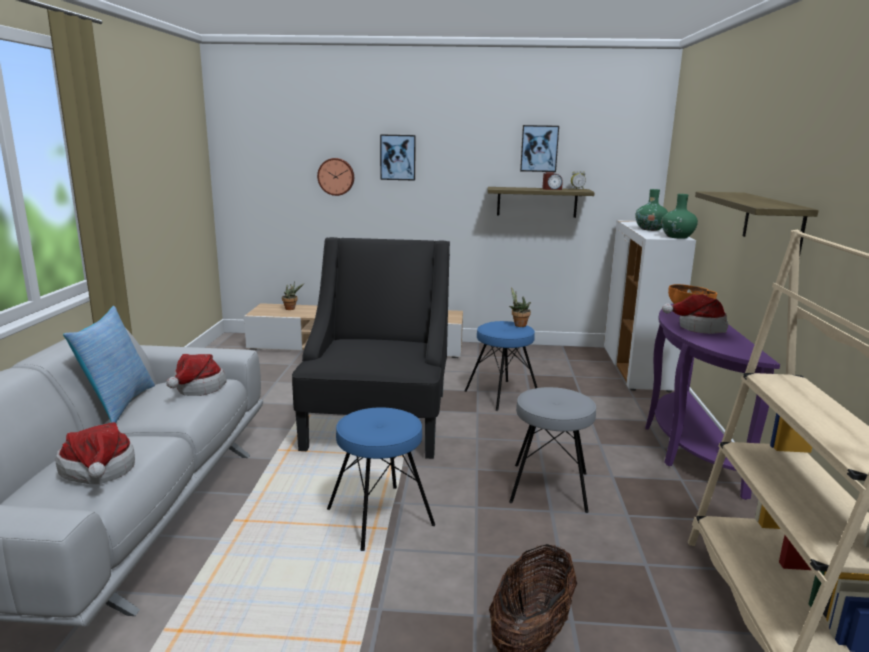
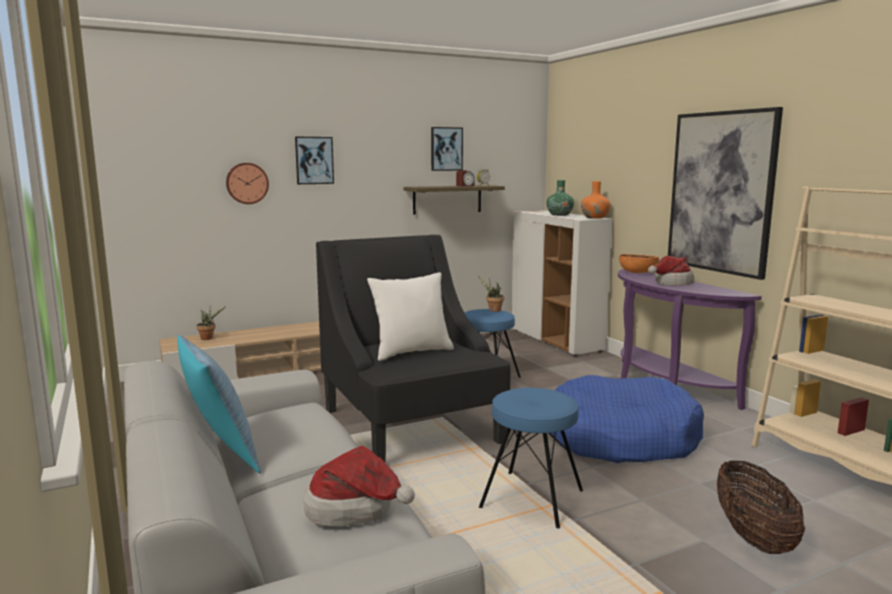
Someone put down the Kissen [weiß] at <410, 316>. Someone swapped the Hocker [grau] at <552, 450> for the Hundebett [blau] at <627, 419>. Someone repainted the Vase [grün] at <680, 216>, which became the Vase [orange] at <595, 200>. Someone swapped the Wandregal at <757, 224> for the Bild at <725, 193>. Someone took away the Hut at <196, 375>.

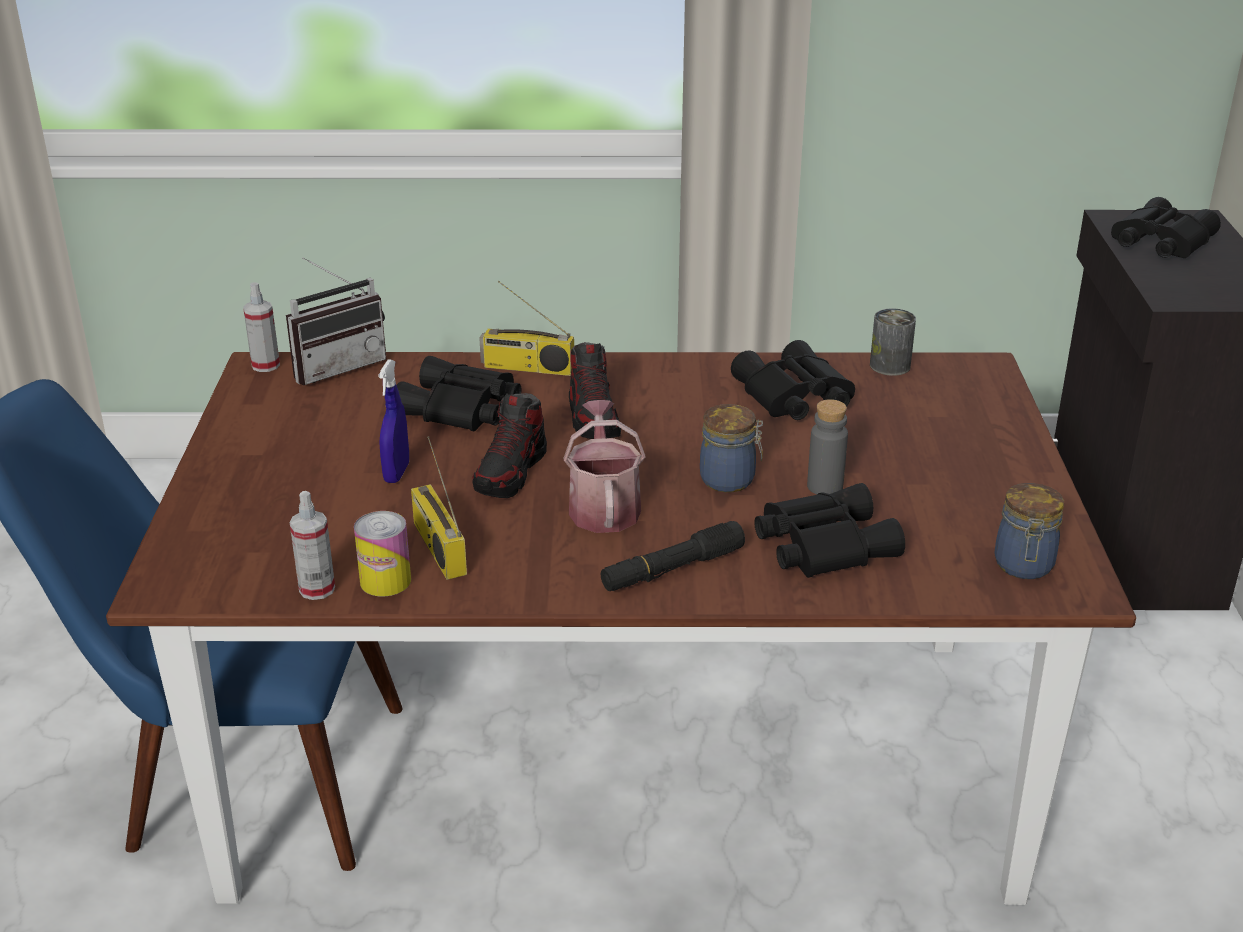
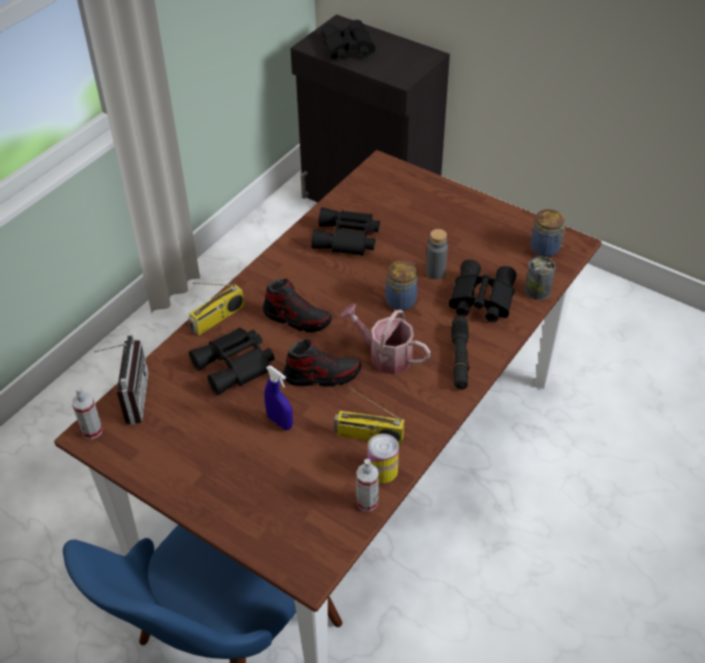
Someone rotated the Schuh at <509, 445> by 60 degrees counterclockwise. Someone carried the Dose from <893, 342> to <540, 278>.

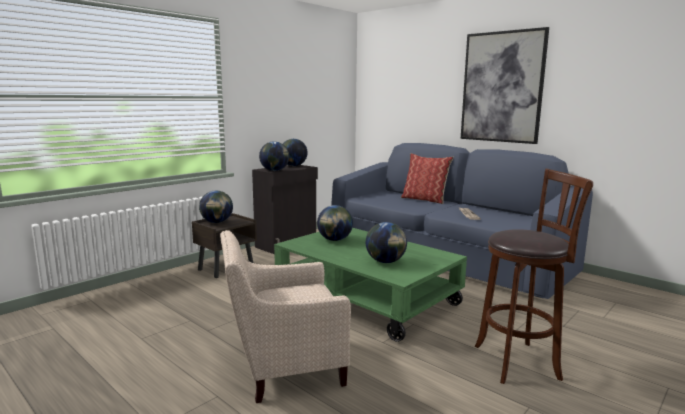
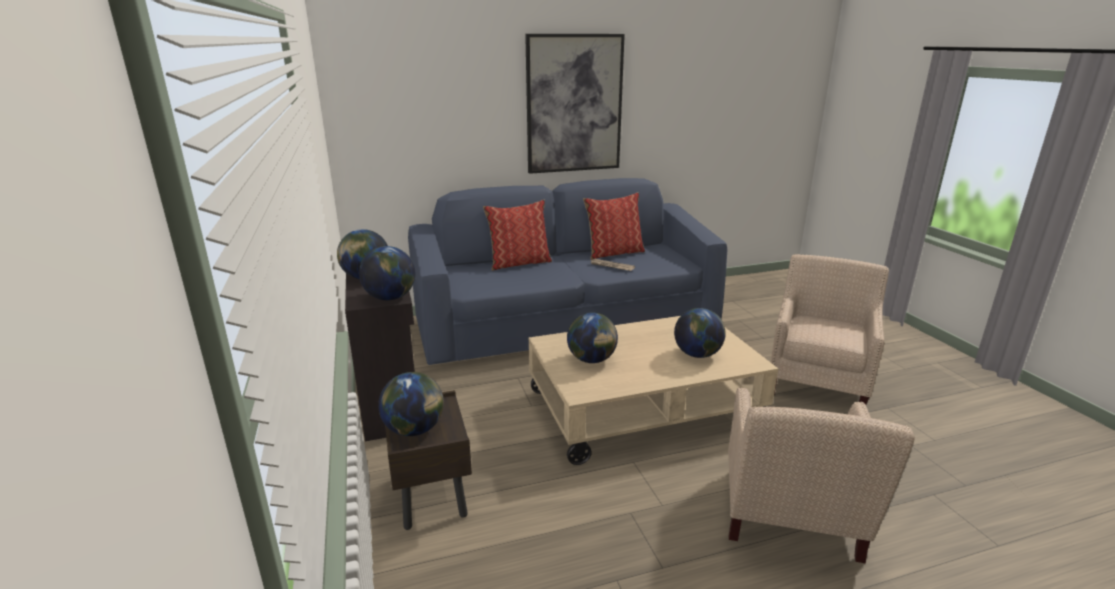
Someone repainted the Couchtisch [grün] at <370, 285>, which became the Couchtisch [beige] at <653, 390>. Someone put down the Kissen at <614, 226>. Someone swapped the Hocker [braun] at <534, 276> for the Sessel [beige] at <830, 329>.

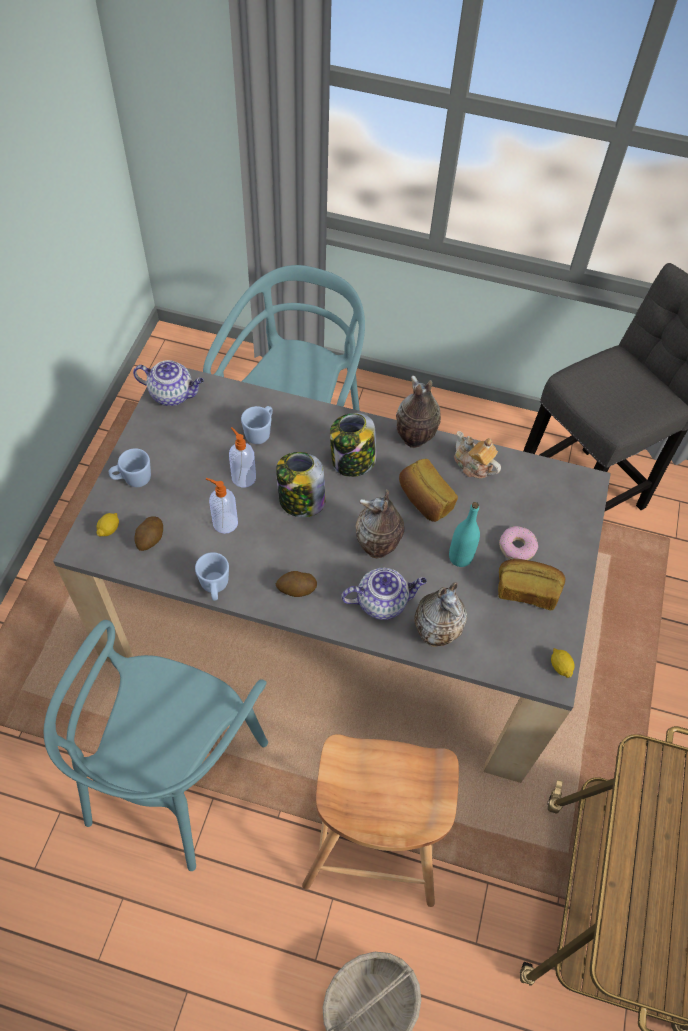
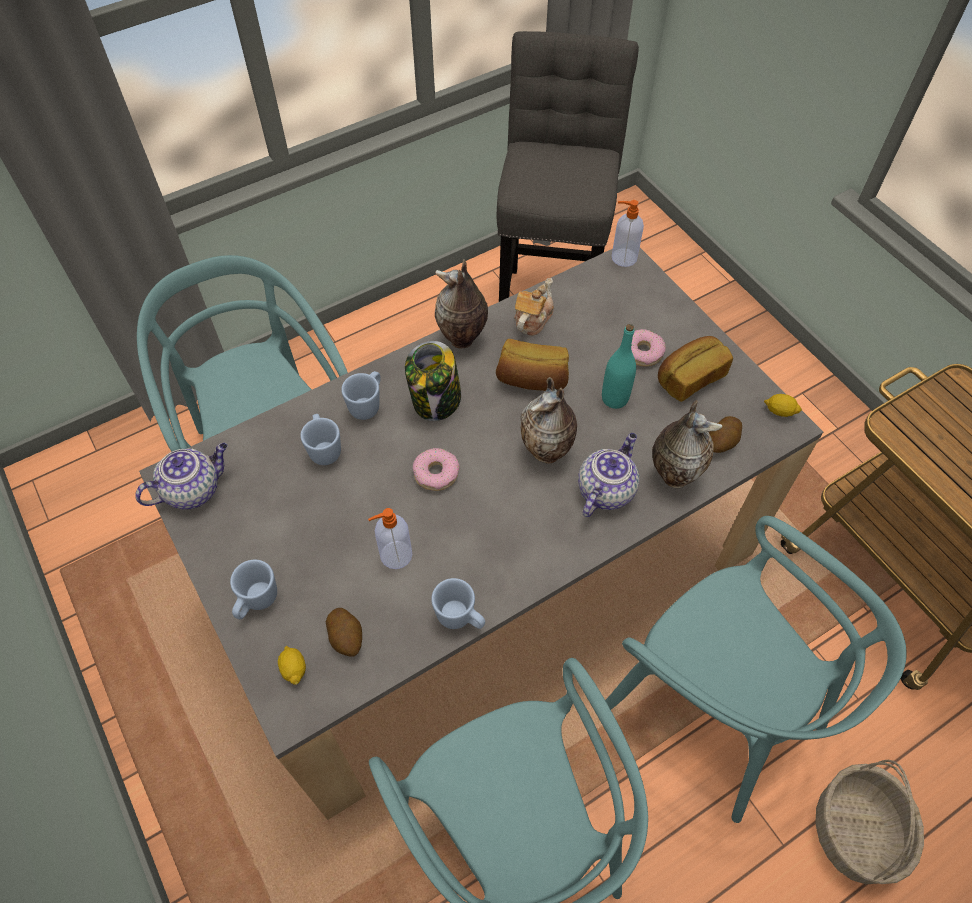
Someone put down the Henkelbecher [blau] at <361, 395>. Someone swapped the Vorratsglas at <300, 484> for the Donut at <436, 469>. Someone rotated the Teekanne at <477, 455> by 120 degrees clockwise. Someone swapped the Hocker [braun] at <380, 820> for the Stuhl [türkis] at <756, 669>. Someone carried the Seifenspender from <242, 457> to <628, 233>. Someone carried the Kartoffel from <296, 584> to <725, 434>.

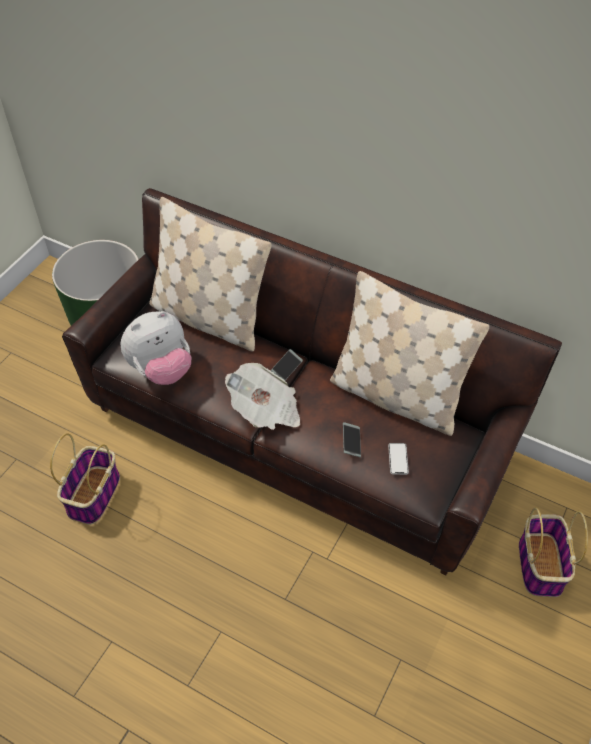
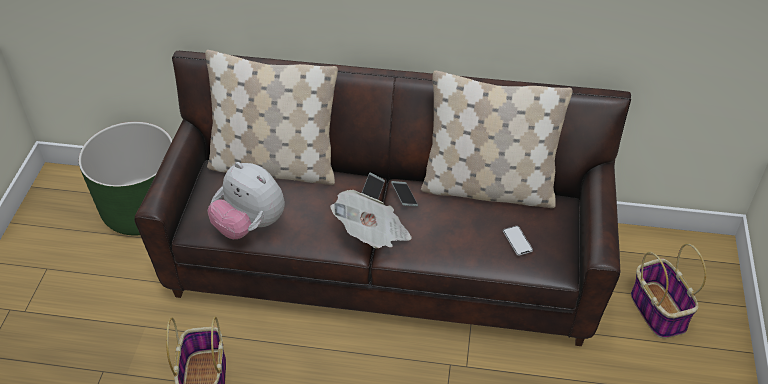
Someone rotated the Plüschtier at <155, 348> by 90 degrees clockwise. Someone carried the Handy from <352, 439> to <404, 194>.

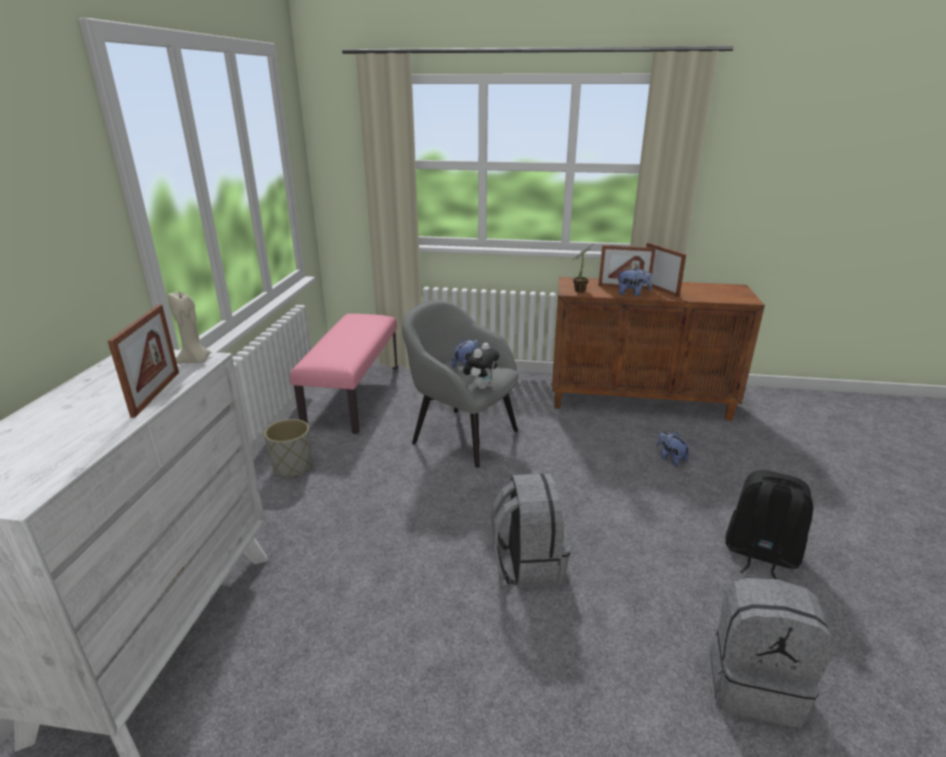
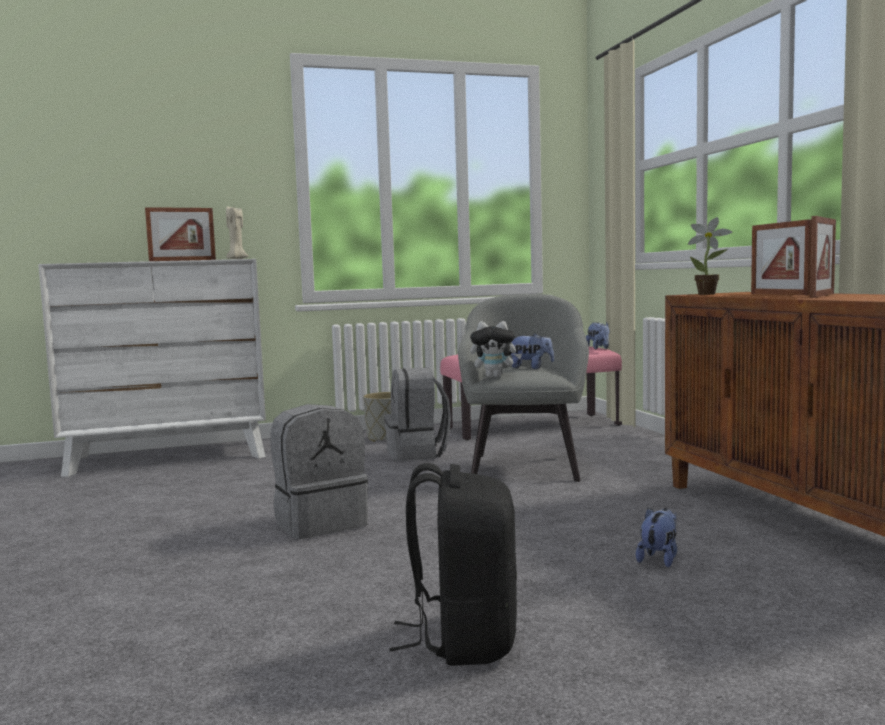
Someone carried the Rucksack [grau] from <771, 653> to <417, 414>. Someone carried the Plüschtier from <634, 281> to <597, 335>.

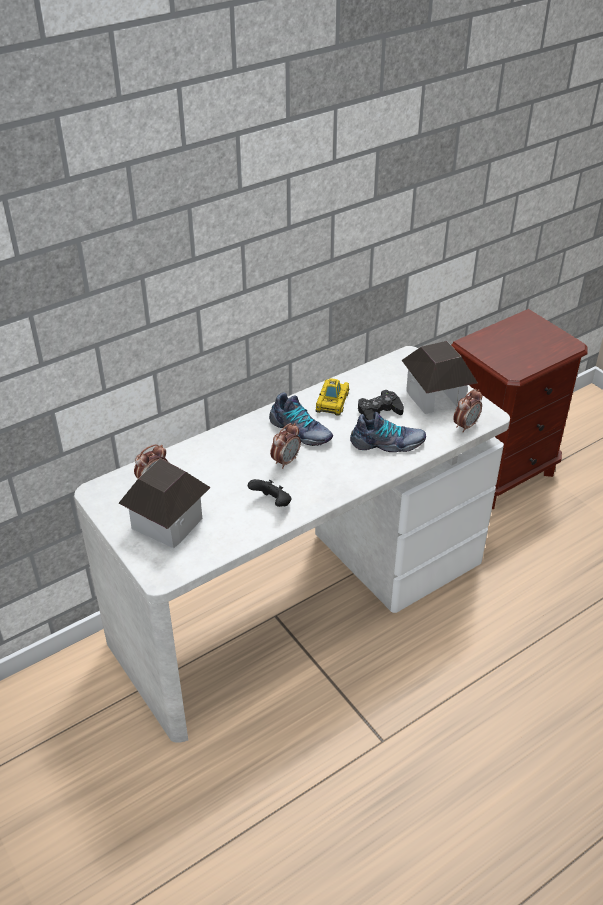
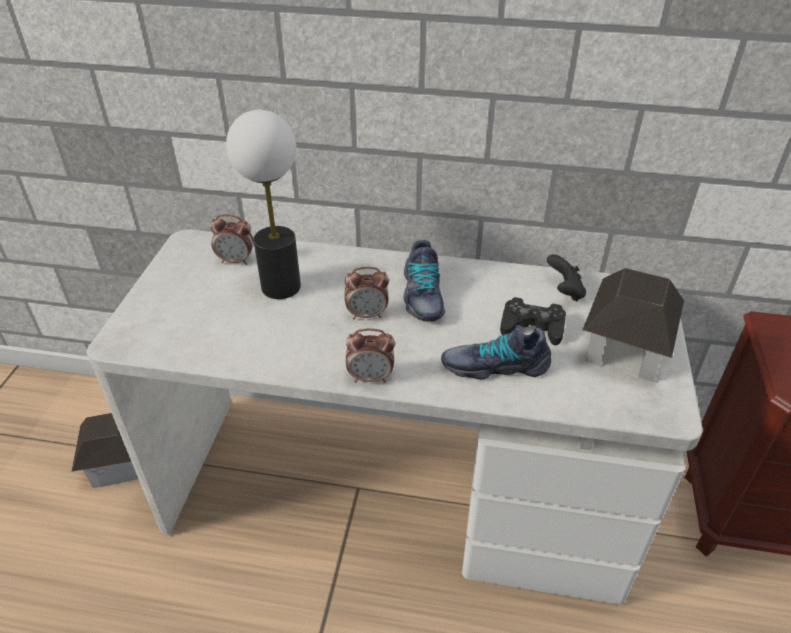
Someone carried the Spielzeughaus from <164, 503> to <104, 450>. Someone put down the Tischlampe at <263, 204>. Someone carried the Wecker from <467, 411> to <370, 356>. Someone rotated the Schuh at <388, 432> by 135 degrees clockwise. Someone carried the Gamepad [schwarz] from <269, 493> to <566, 278>. Someone took away the Spielzeugauto at <332, 397>.

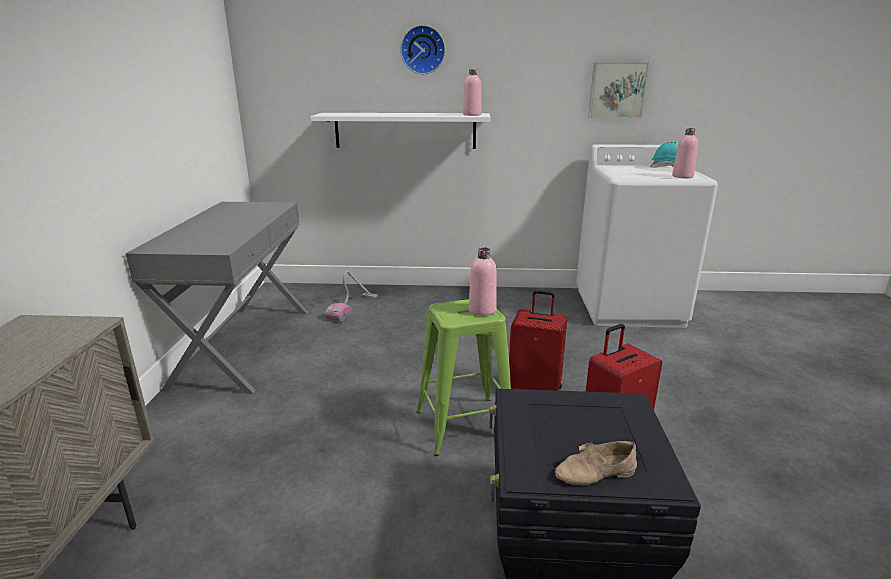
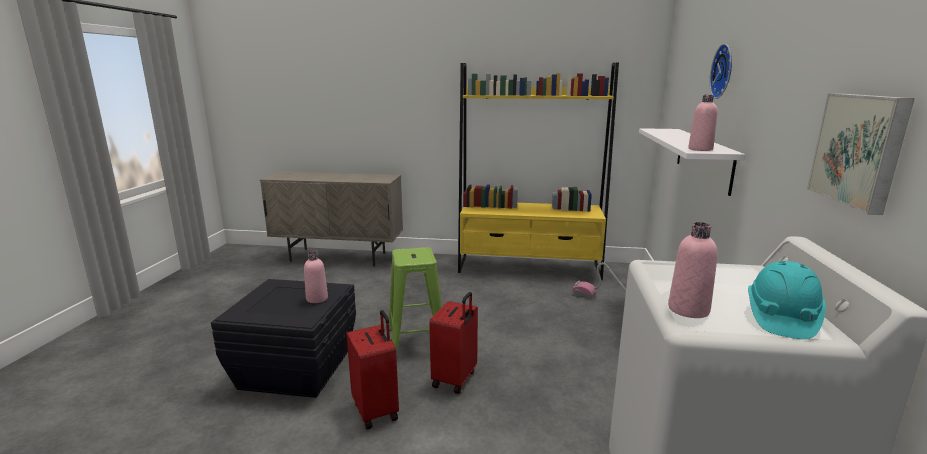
Someone carried the Flasche [rosa] from <483, 281> to <316, 277>. Someone swapped the Konsolentisch [grau] at <216, 298> for the Bücherregal [gelb] at <538, 172>. Someone took away the Schuh [beige] at <596, 463>.

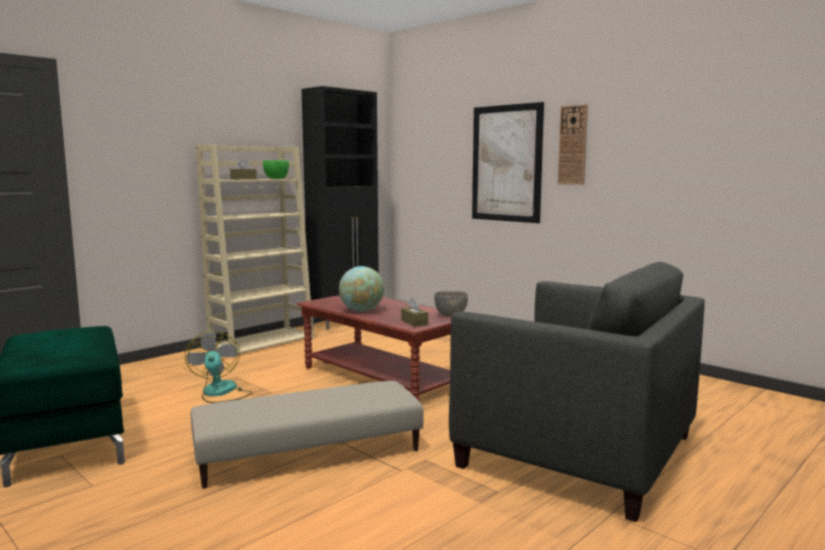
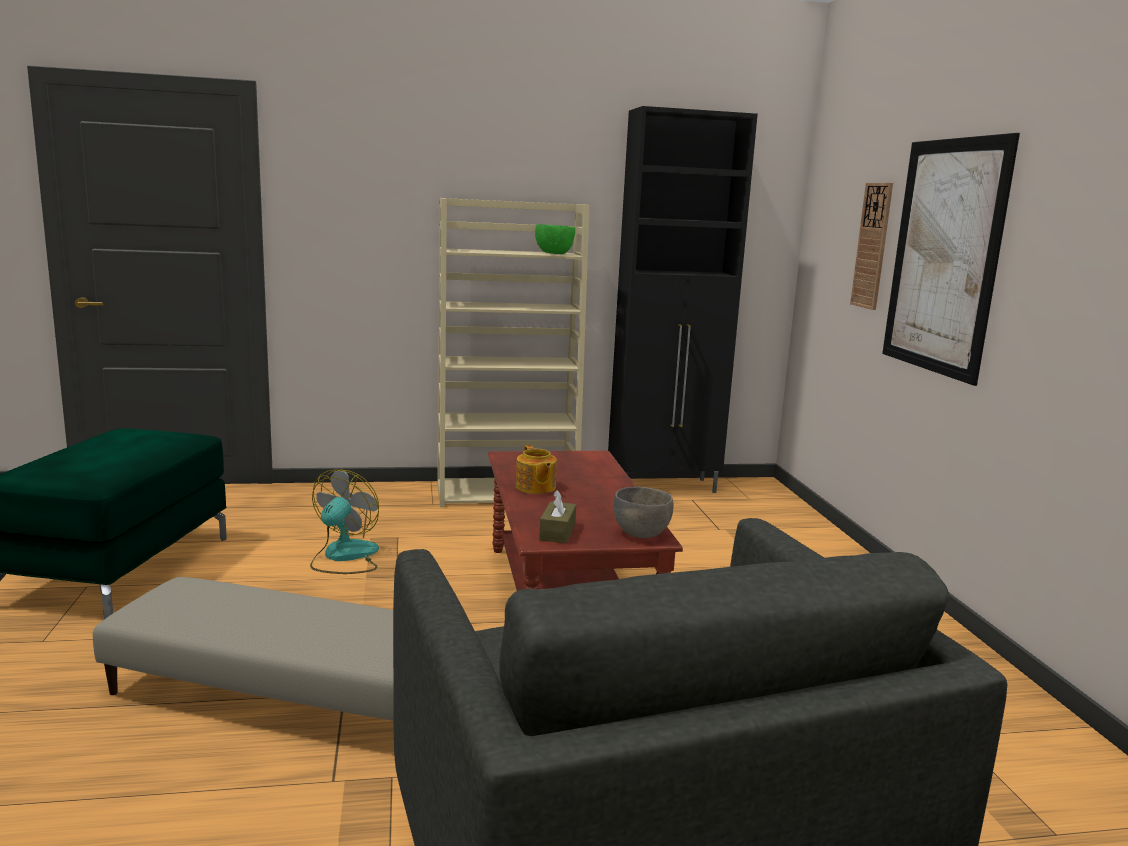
Someone swapped the Globus at <361, 288> for the Teekanne at <536, 469>. Someone carried the Wanduhr from <573, 144> to <871, 246>. Someone took away the Taschentuchbox [braun] at <243, 169>.

